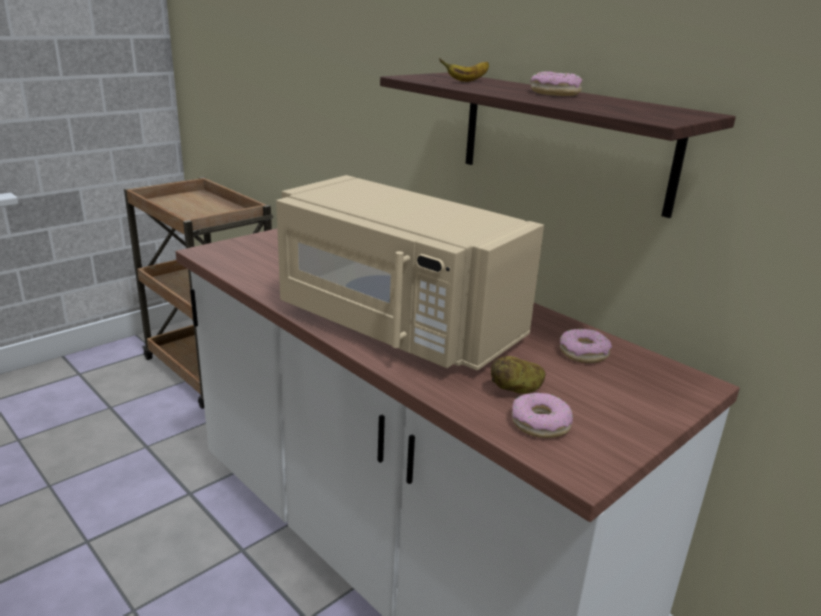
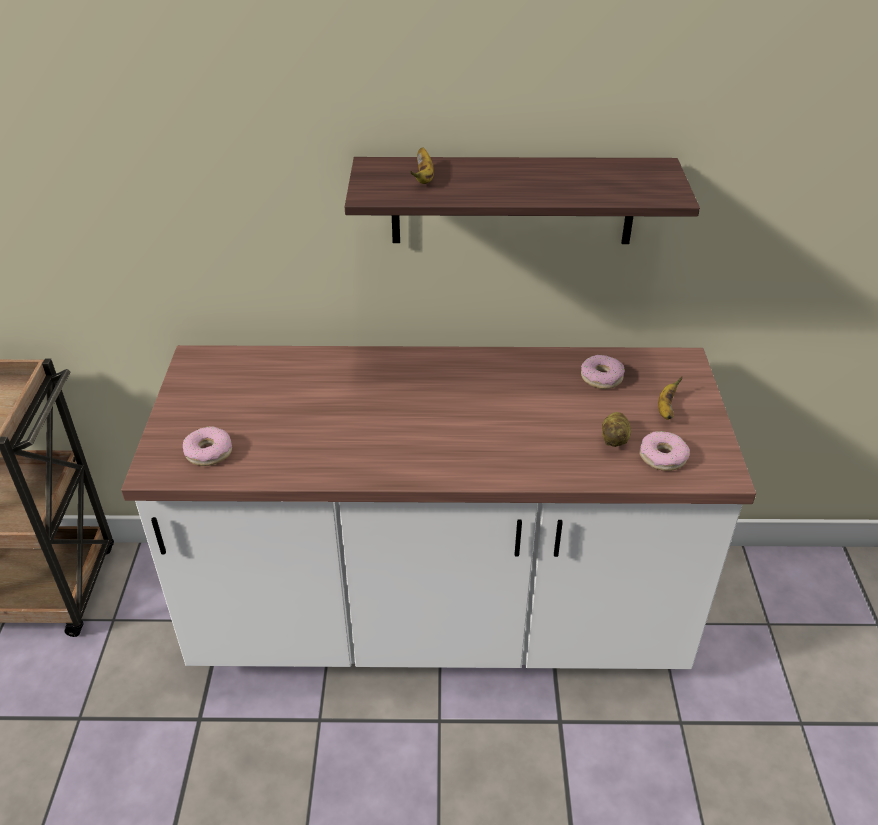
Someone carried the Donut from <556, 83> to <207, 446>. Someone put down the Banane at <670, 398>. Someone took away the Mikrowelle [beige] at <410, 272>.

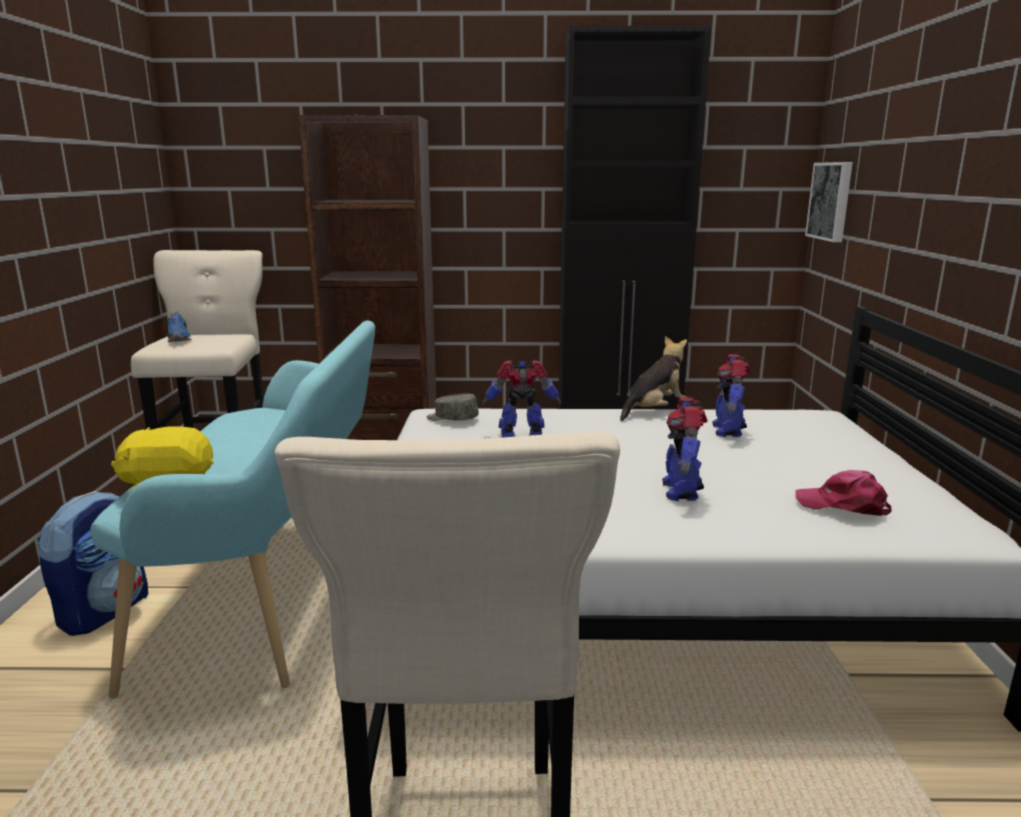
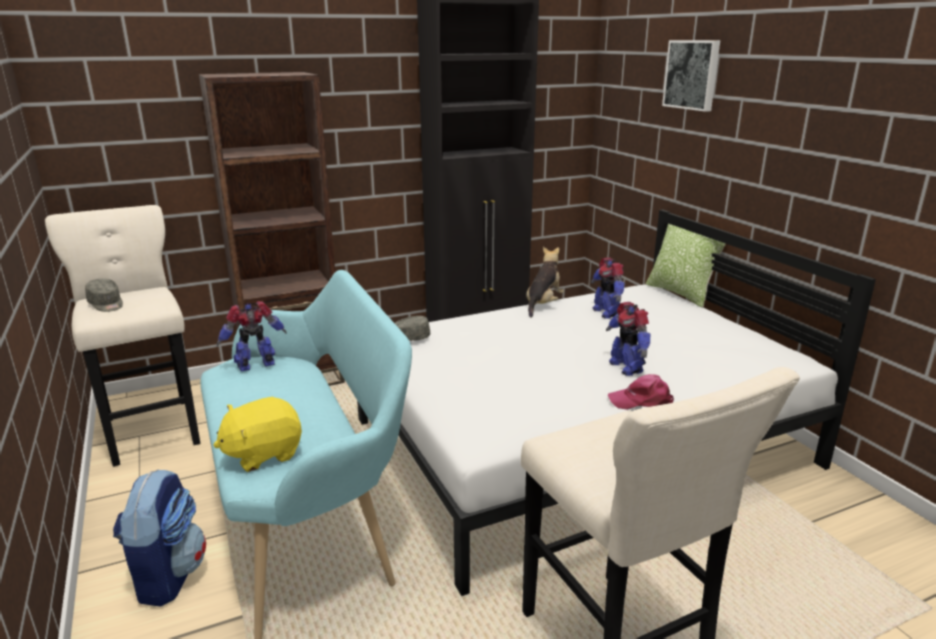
Someone swapped the Schuh [blau] at <179, 327> for the Kappe [grau] at <104, 295>. Someone carried the Spielzeugroboter from <521, 398> to <252, 336>. Someone carried the Kappe [rosa] from <843, 493> to <641, 392>. Someone put down the Kissen at <686, 266>. Someone carried the Bild from <829, 202> to <691, 76>.

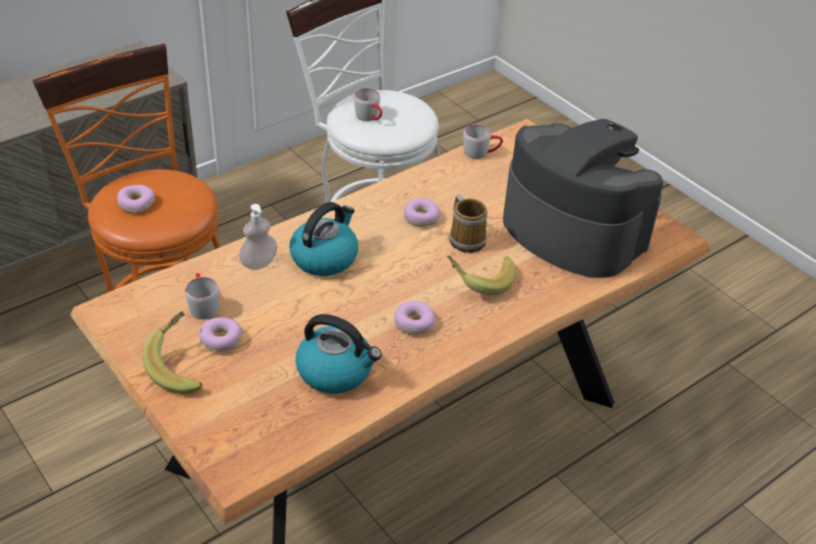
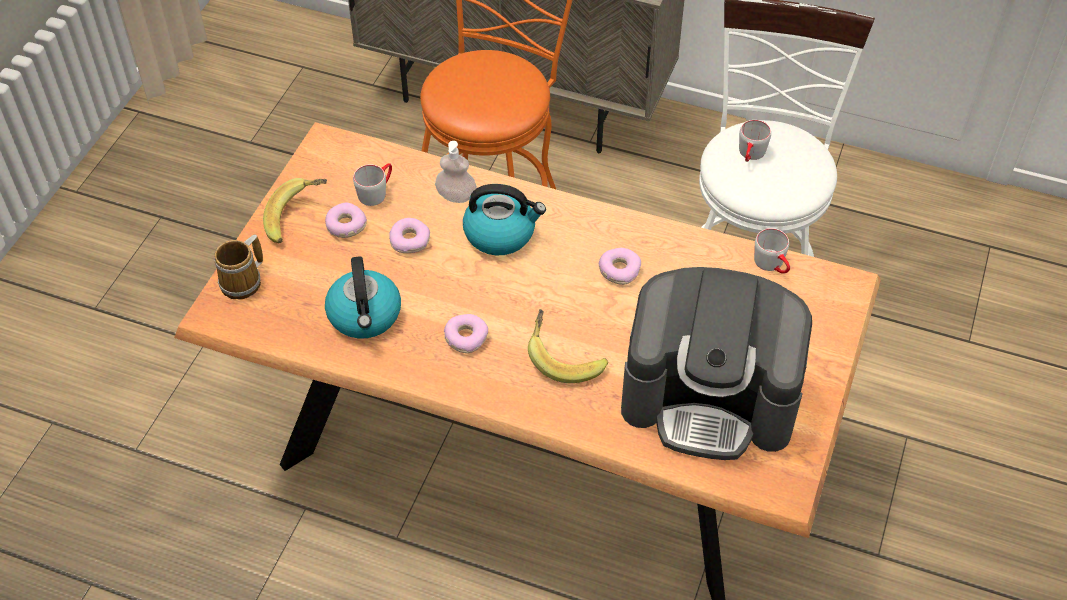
Someone carried the Henkelbecher from <468, 223> to <238, 267>. Someone carried the Donut from <136, 199> to <409, 235>. Someone rotated the Kaffeemaschine at <583, 198> by 90 degrees clockwise.

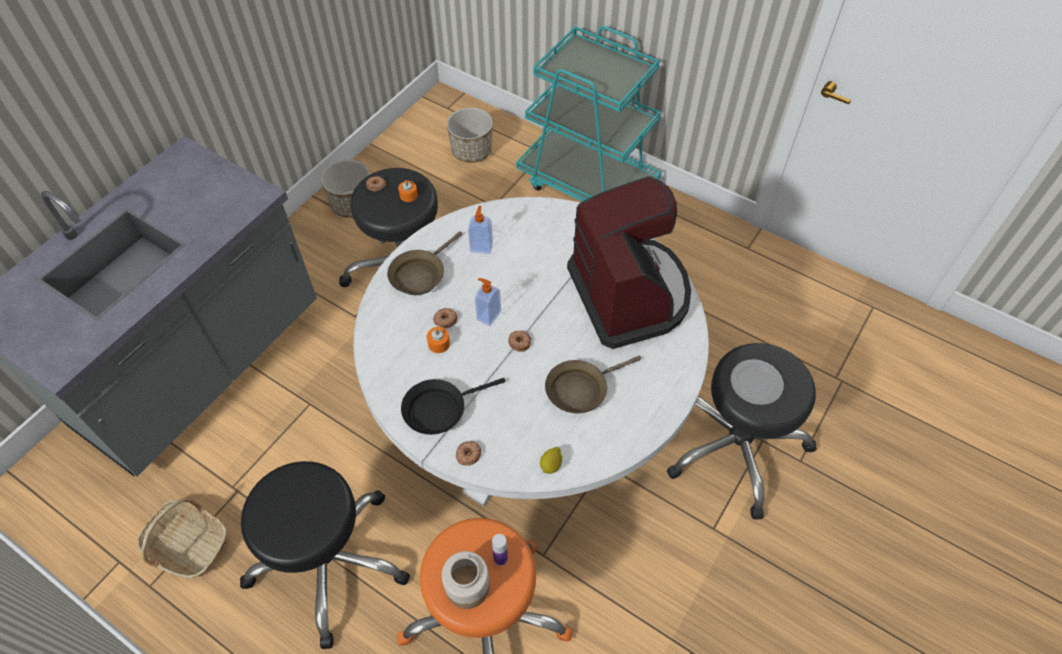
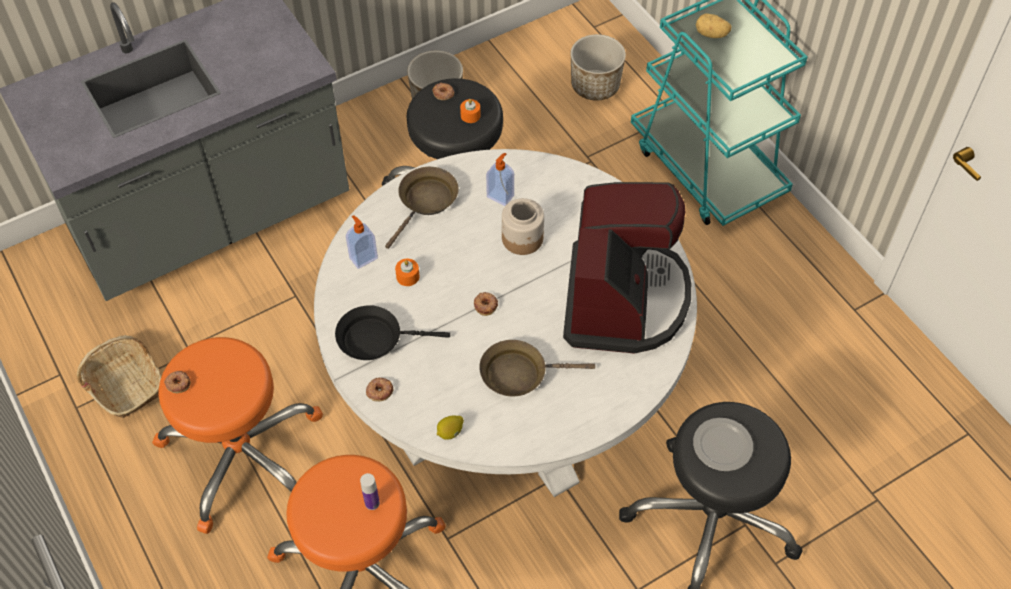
Someone repainted the Hocker [schwarz] at <325, 555>, which became the Hocker [orange] at <237, 435>. Someone carried the Donut from <445, 318> to <177, 382>. Someone carried the Seifenspender from <488, 302> to <362, 242>. Someone rotated the Pfanne [braun] at <424, 263> by 150 degrees clockwise. Someone carried the Vorratsglas from <466, 580> to <523, 226>. Someone put down the Kartoffel at <713, 25>.

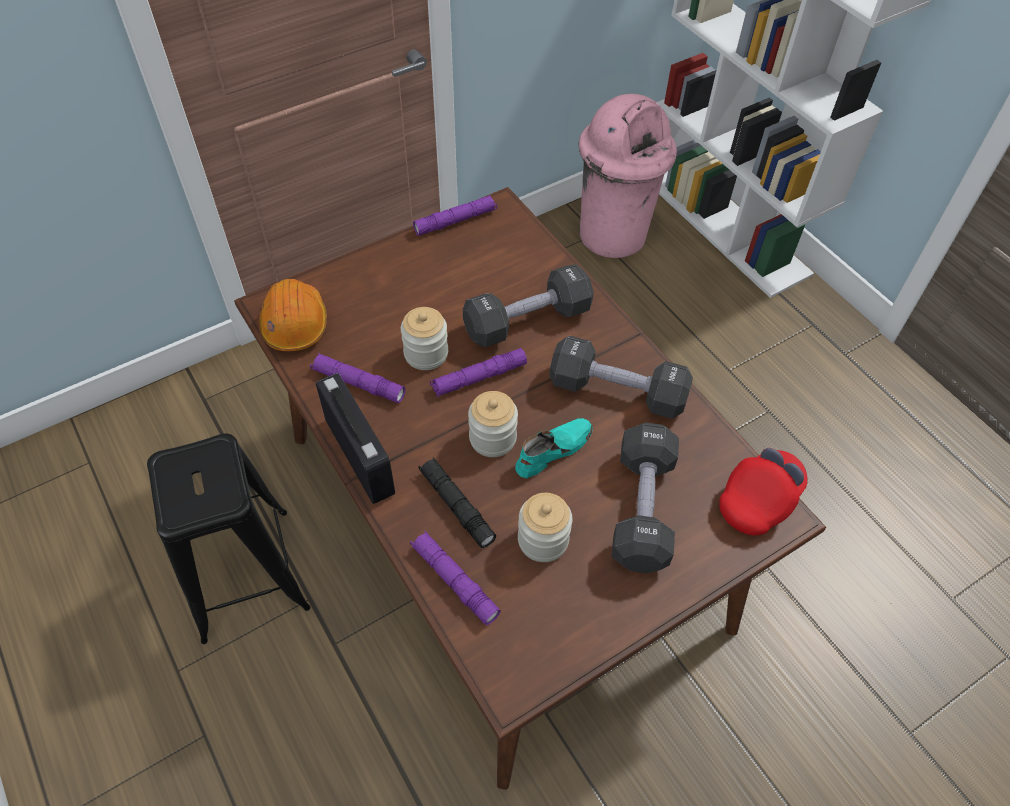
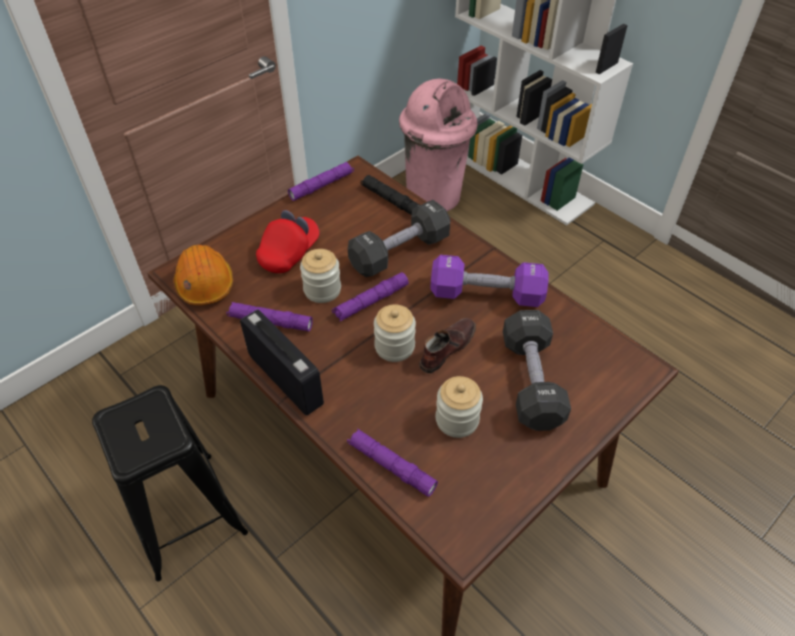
Someone carried the Kappe [rot] from <763, 492> to <287, 241>. Someone carried the Taschenlampe [schwarz] from <457, 502> to <390, 195>. Someone repainted the Schuh [türkis] at <554, 448>, which became the Schuh [braun] at <447, 345>. Someone repainted the Hantel [schwarz] at <621, 377>, which became the Hantel [lila] at <489, 281>.

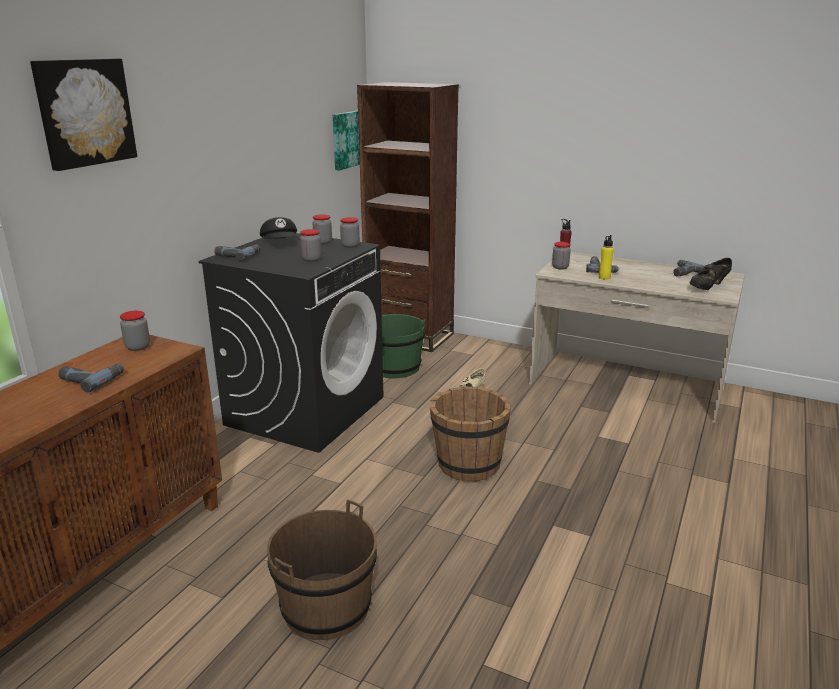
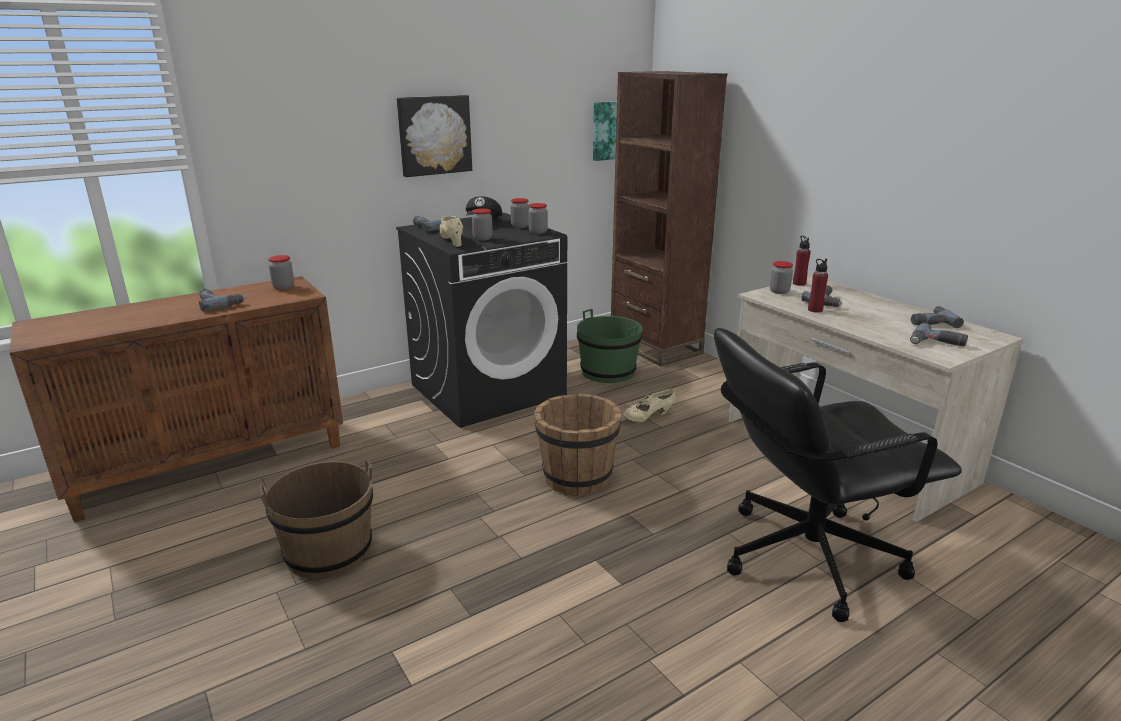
Someone carried the Bild from <83, 115> to <434, 136>. Someone put down the Schuh [beige] at <451, 231>. Someone put down the Bürostuhl [schwarz] at <838, 475>. Someone repainted the Flasche [gelb] at <606, 257>, which became the Flasche [rot] at <818, 285>. Someone swapped the Schuh [schwarz] at <710, 274> for the Bohrmaschine at <939, 334>.

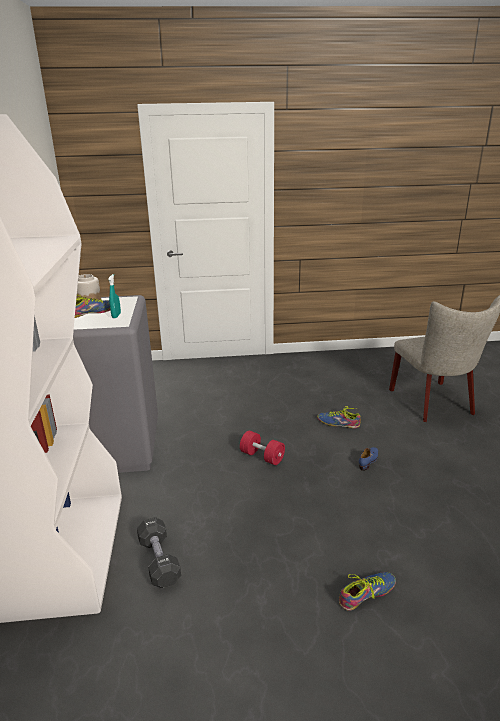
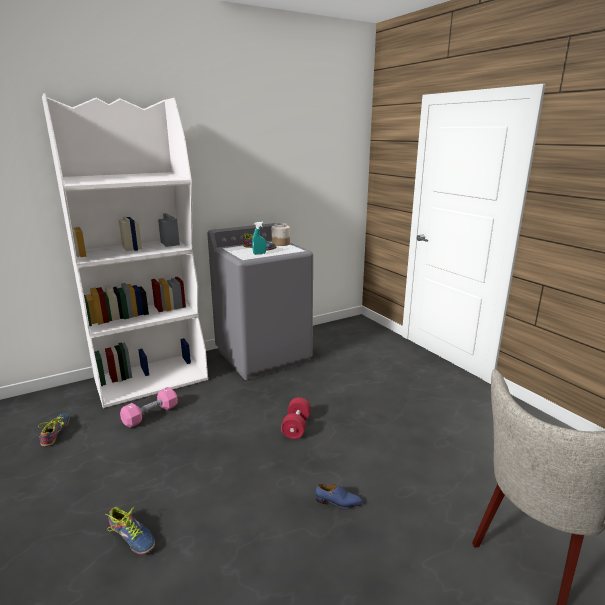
Someone carried the Schuh from <339, 417> to <54, 430>. Someone repainted the Hantel [schwarz] at <159, 552>, which became the Hantel [rosa] at <149, 407>.

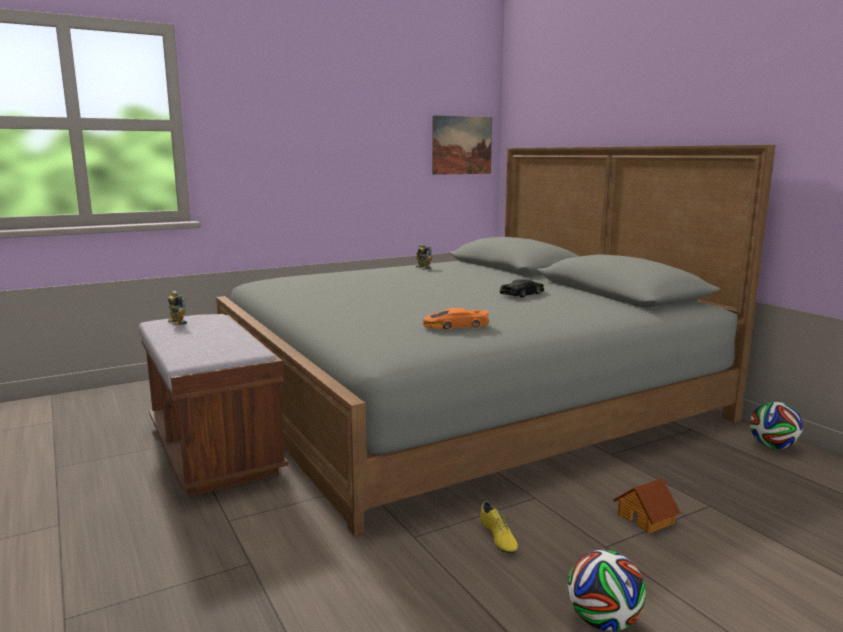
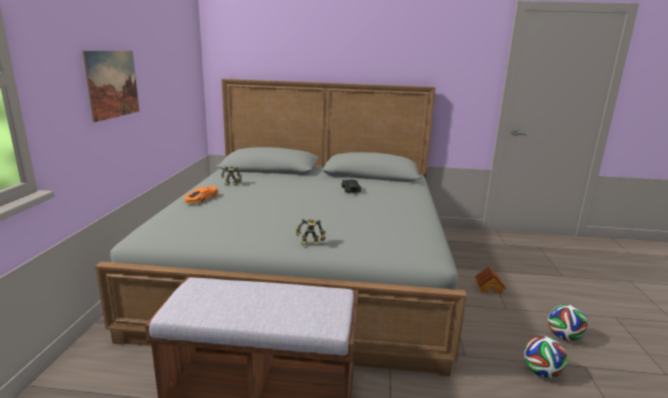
Someone carried the Bild from <462, 145> to <110, 86>. Someone carried the Spielzeugauto [orange] from <456, 319> to <202, 195>. Someone carried the Spielzeugroboter from <177, 308> to <311, 231>. Someone carried the Fußball from <776, 425> to <545, 357>. Someone took away the Schuh [gelb] at <499, 527>.

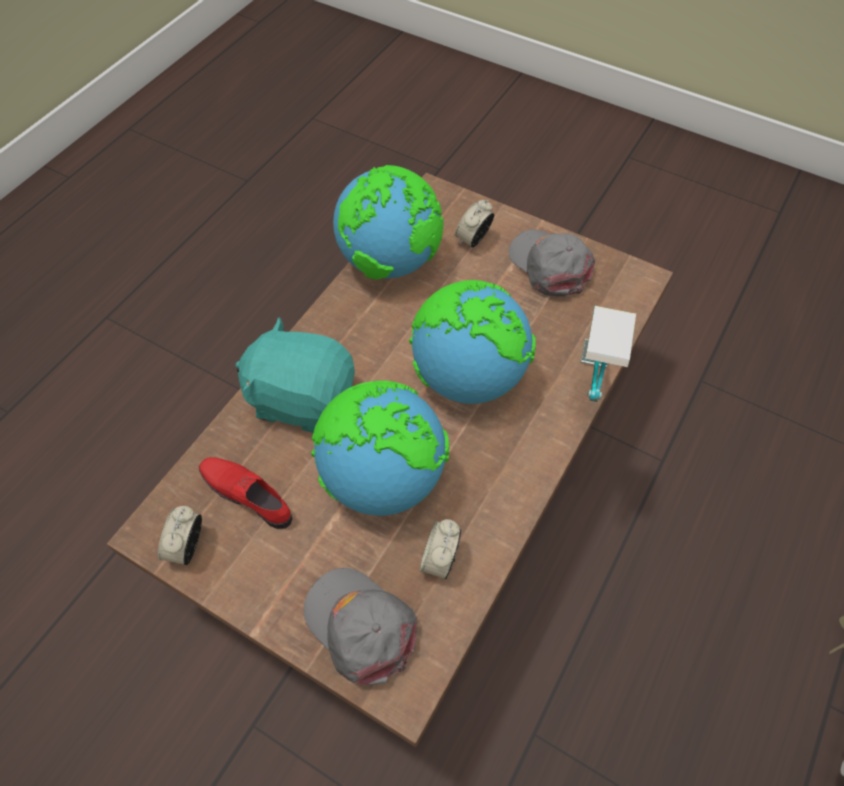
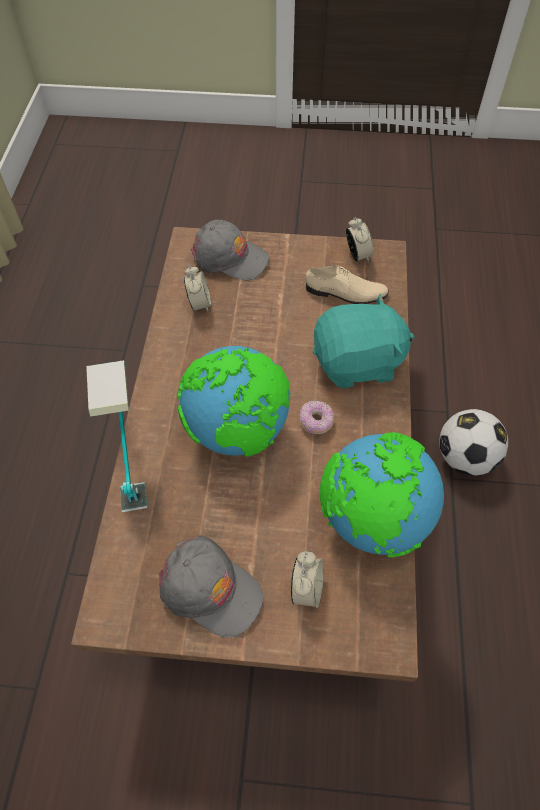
Someone put down the Donut at <316, 417>. Someone repainted the Schuh [rot] at <246, 493>, which became the Schuh [beige] at <347, 284>. Someone put down the Fußball at <473, 442>. Someone took away the Globus at <380, 448>.

